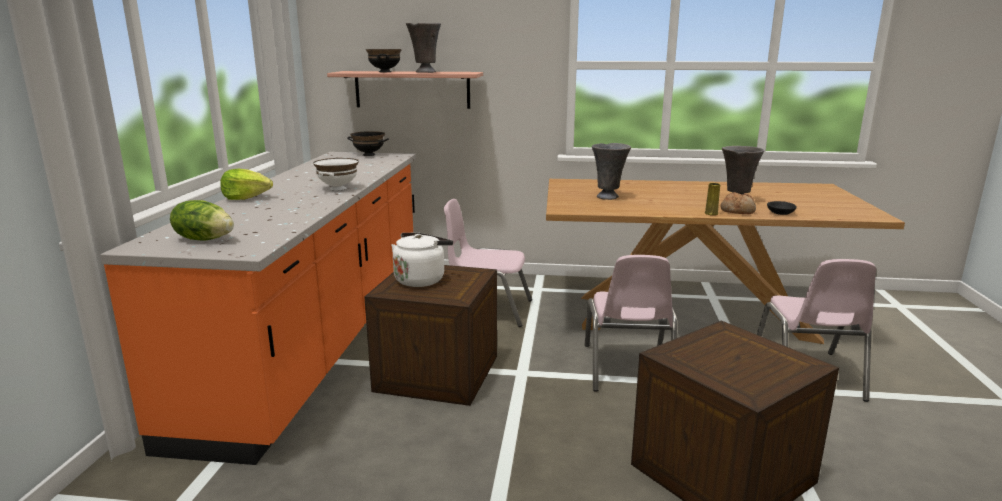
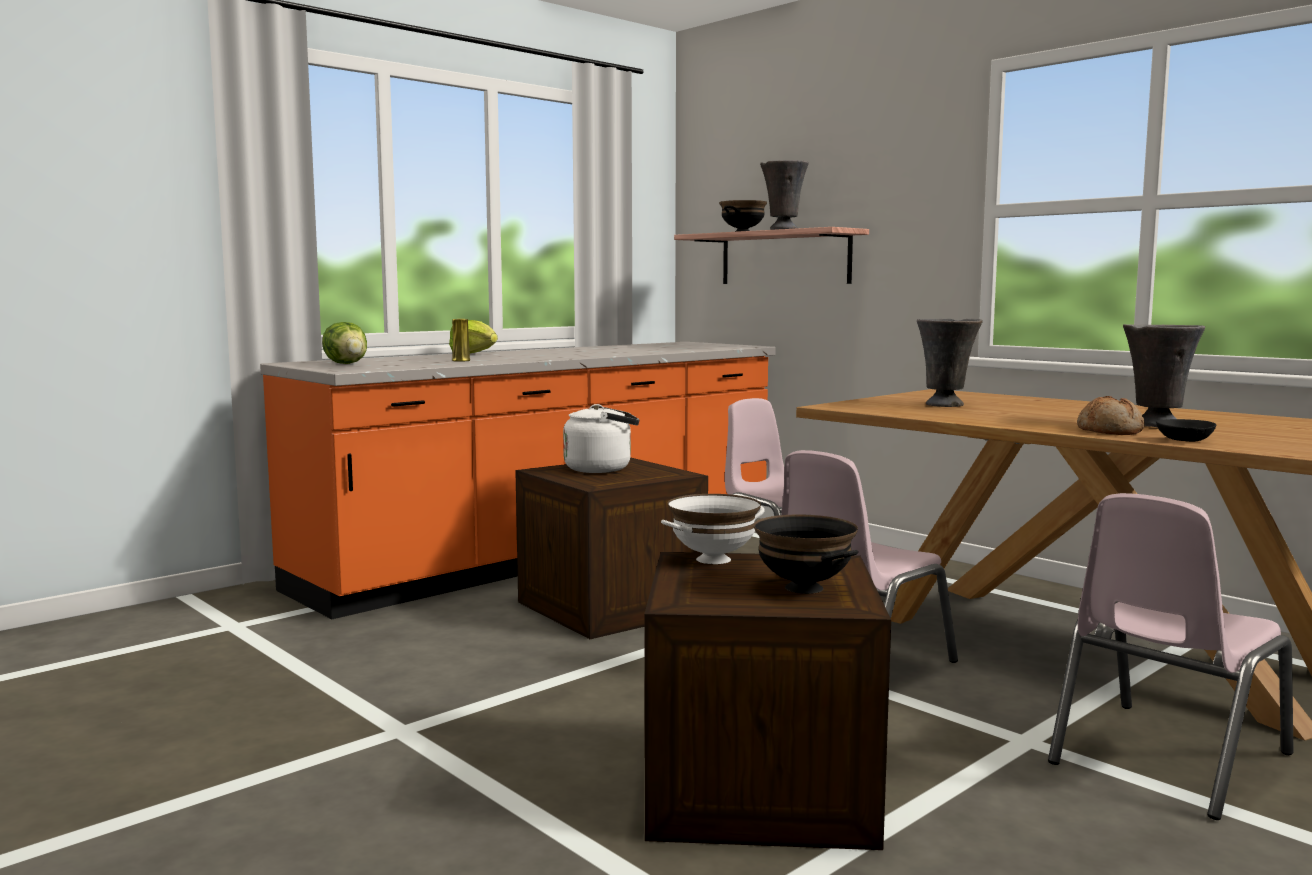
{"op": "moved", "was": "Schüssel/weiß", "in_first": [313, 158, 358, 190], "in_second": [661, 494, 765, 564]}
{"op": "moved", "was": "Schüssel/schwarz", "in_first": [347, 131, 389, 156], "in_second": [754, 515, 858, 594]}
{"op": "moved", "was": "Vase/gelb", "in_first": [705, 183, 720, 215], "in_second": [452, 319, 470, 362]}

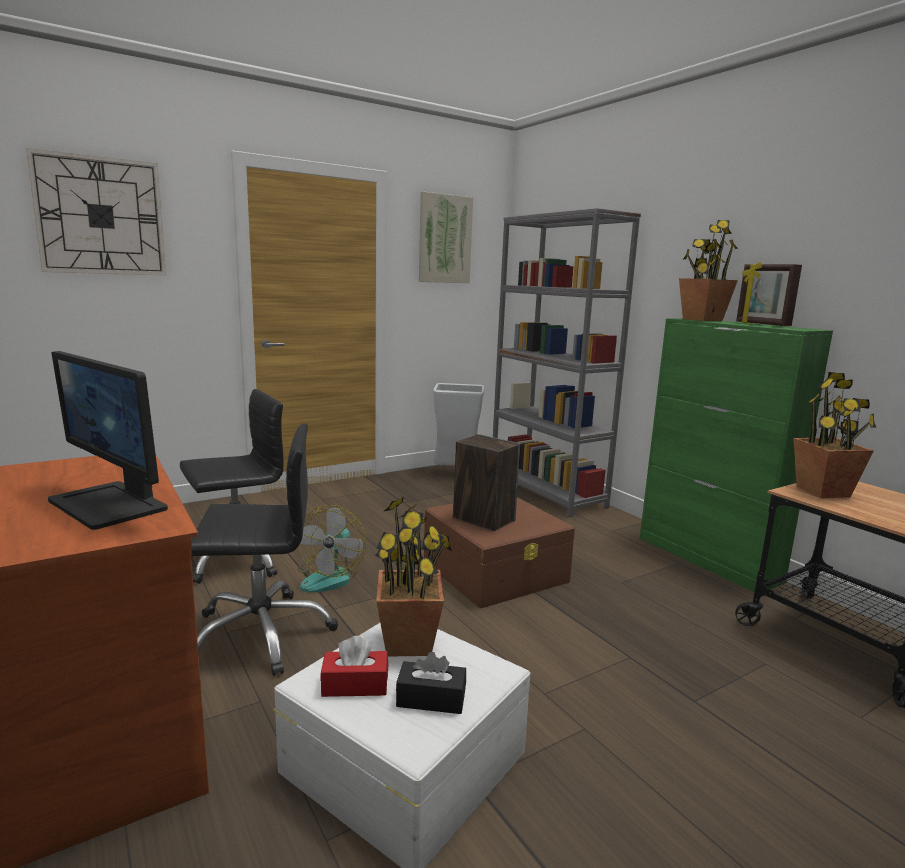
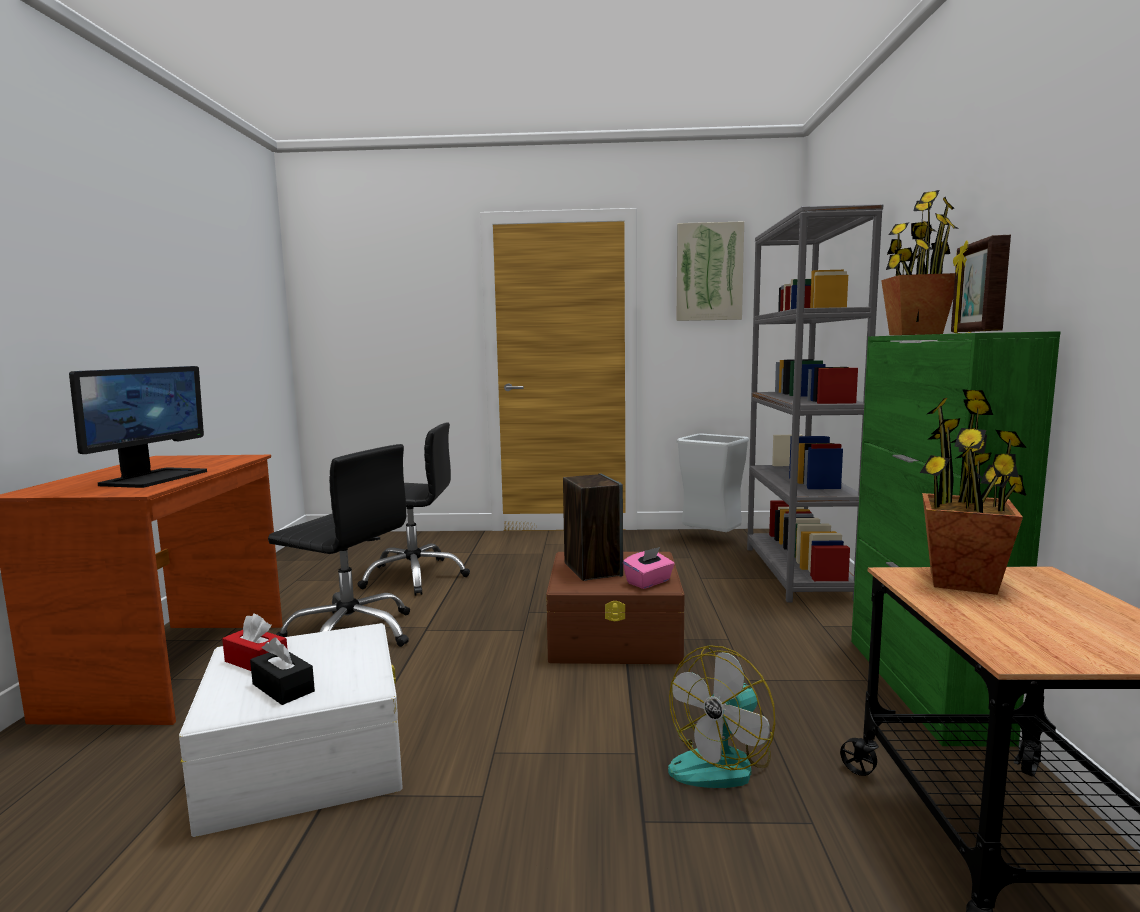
{"op": "removed", "was": "Wanduhr", "in_first": [26, 148, 167, 276]}
{"op": "removed", "was": "Topfpflanze", "in_first": [375, 497, 452, 657]}
{"op": "added", "now": "Taschentuchbox/rosa", "in_second": [623, 547, 675, 589]}
{"op": "moved", "was": "Ventilator", "in_first": [298, 505, 366, 592], "in_second": [668, 645, 775, 788]}
{"op": "turned", "was": "Monitor", "in_first": [48, 351, 168, 530], "in_second": [69, 366, 207, 488], "clockwise": -150}

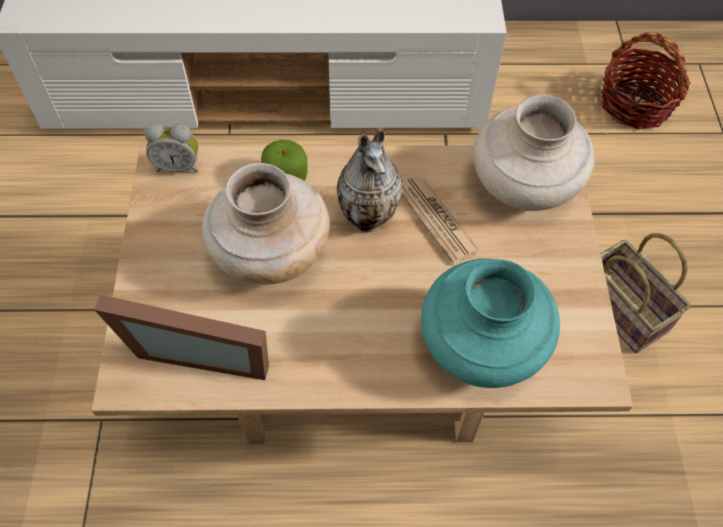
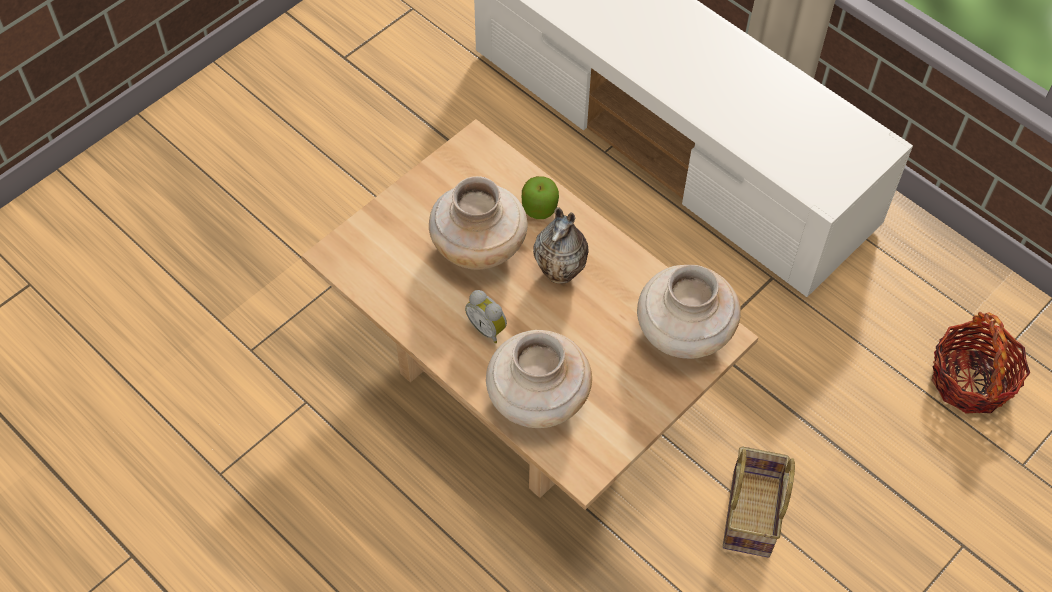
{"op": "removed", "was": "Bilderrahmen", "in_first": [94, 295, 269, 380]}
{"op": "removed", "was": "Zeitung", "in_first": [402, 176, 480, 264]}
{"op": "moved", "was": "Wecker", "in_first": [145, 123, 198, 173], "in_second": [465, 290, 507, 343]}
{"op": "recoloured", "was": "Vase/türkis", "now": "Vase/beige", "in_first": [421, 258, 560, 388], "in_second": [486, 330, 592, 428]}

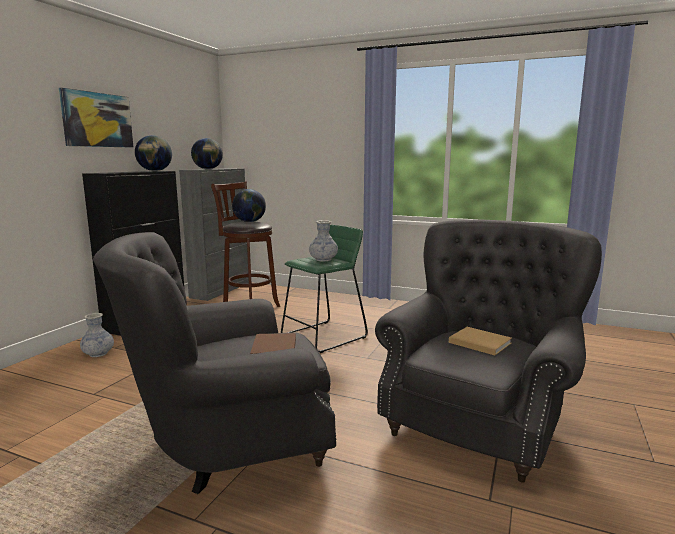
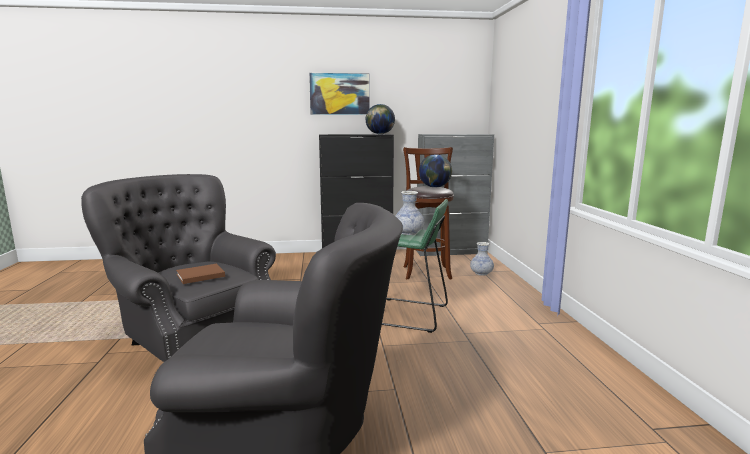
{"op": "removed", "was": "Globus", "in_first": [191, 138, 223, 169]}
{"op": "removed", "was": "Buch/beige", "in_first": [449, 327, 512, 355]}
{"op": "moved", "was": "Vase", "in_first": [80, 313, 114, 357], "in_second": [470, 242, 494, 276]}

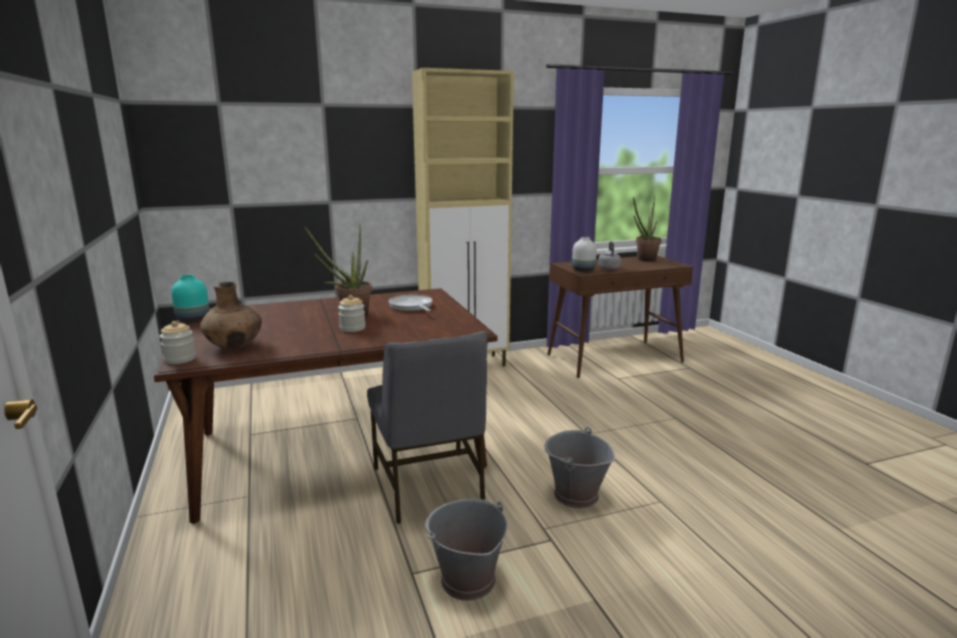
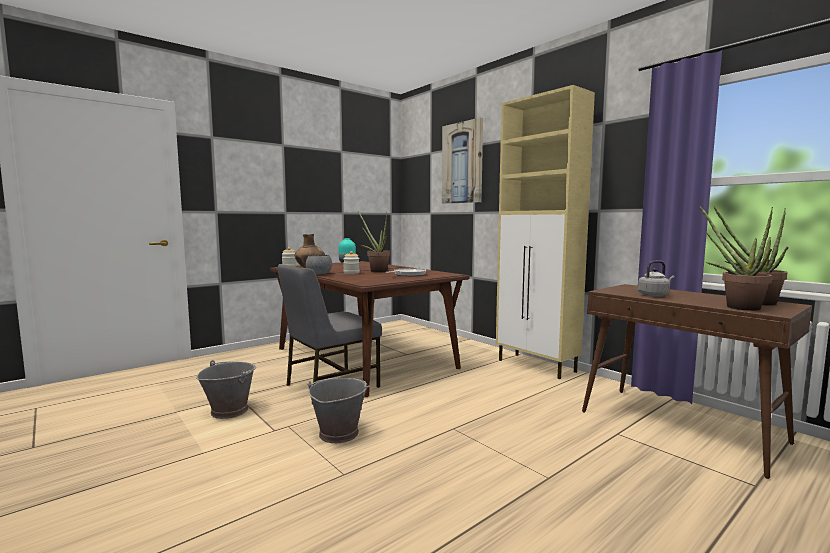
{"op": "removed", "was": "Vase/weiß", "in_first": [572, 237, 597, 272]}
{"op": "added", "now": "Schüssel/grau", "in_second": [305, 255, 332, 275]}
{"op": "added", "now": "Bild", "in_second": [442, 117, 483, 204]}
{"op": "added", "now": "Topfpflanze", "in_second": [700, 206, 773, 311]}

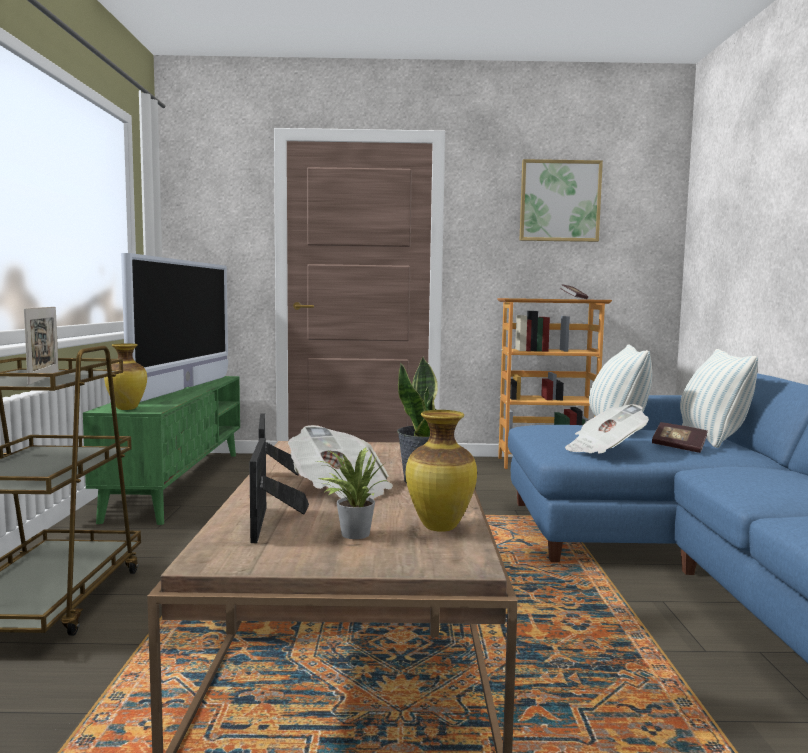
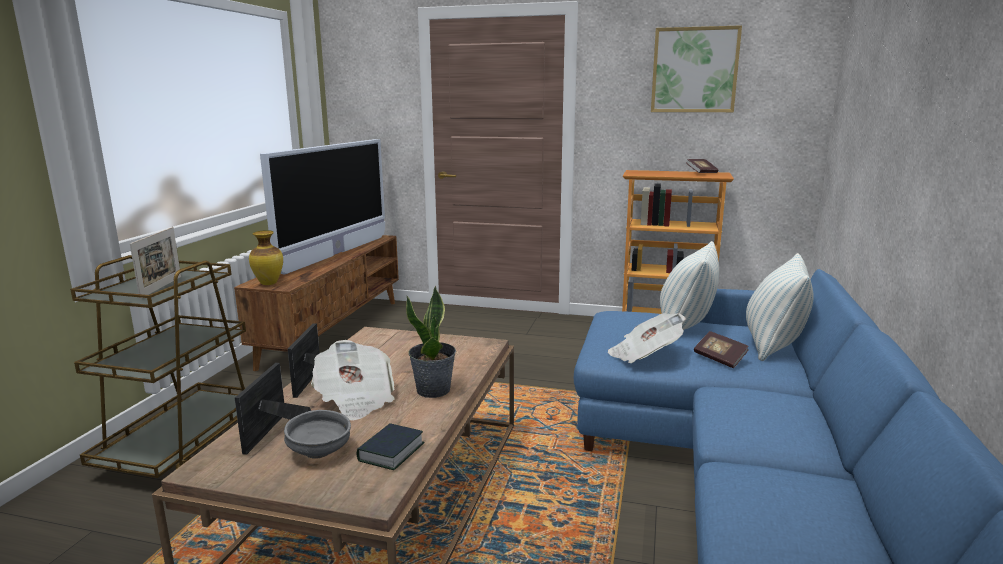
{"op": "replaced", "was": "Topfpflanze", "now": "Schüssel/grau", "in_first": [318, 448, 389, 539], "in_second": [284, 410, 351, 458]}
{"op": "replaced", "was": "Vase", "now": "Buch", "in_first": [406, 410, 477, 532], "in_second": [357, 423, 425, 470]}
{"op": "recoloured", "was": "Fernsehschrank/grün", "now": "Fernsehschrank/braun", "in_first": [83, 376, 240, 525], "in_second": [234, 235, 399, 371]}

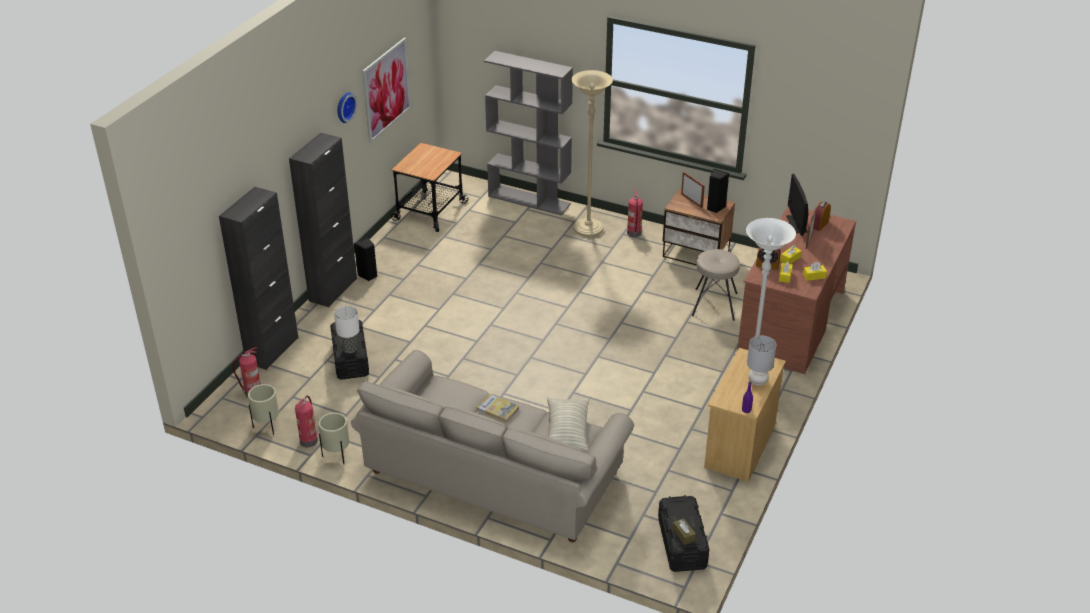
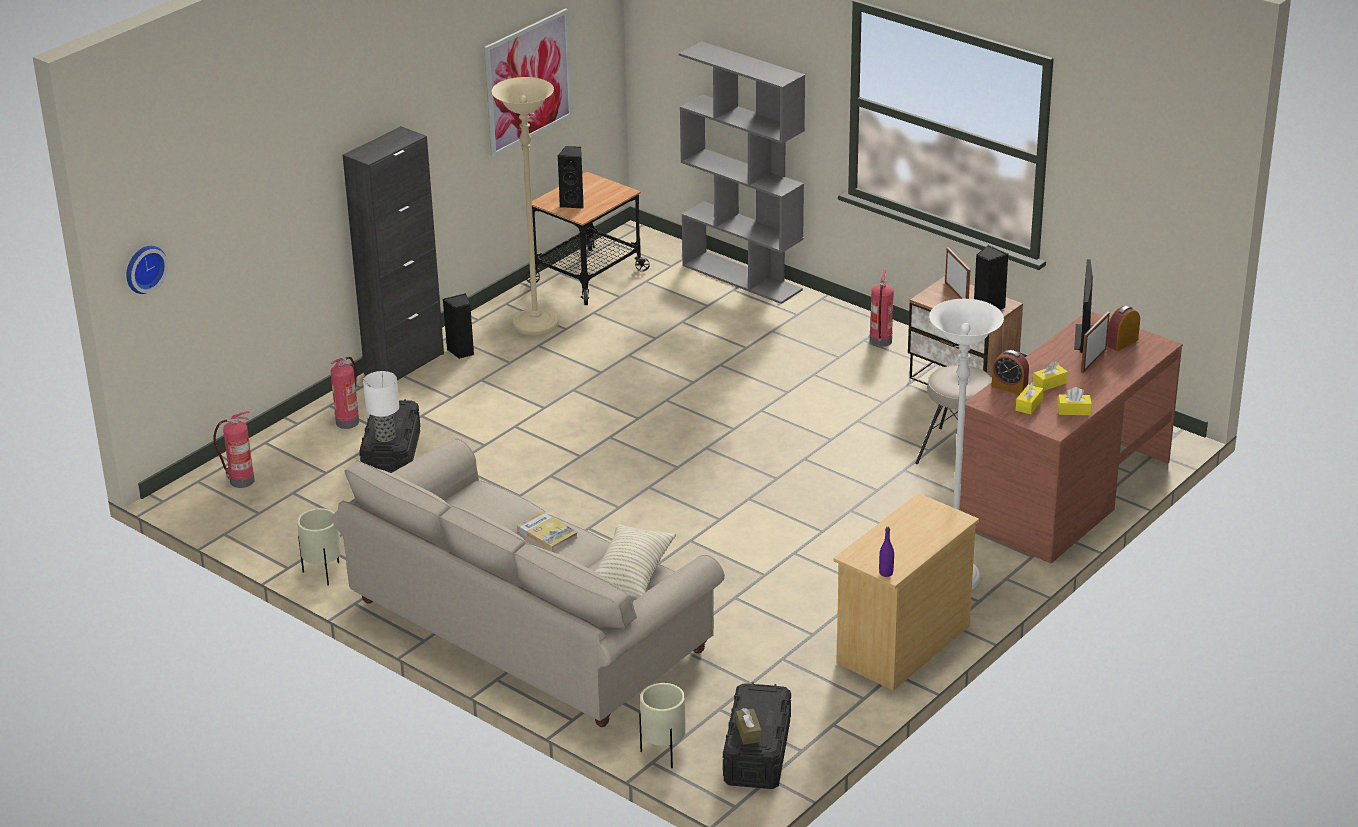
{"op": "removed", "was": "Schrank/schwarz", "in_first": [219, 187, 298, 370]}
{"op": "removed", "was": "Tischlampe/grau", "in_first": [747, 335, 776, 386]}
{"op": "added", "now": "Lautsprecher/schwarz", "in_second": [558, 146, 584, 208]}
{"op": "moved", "was": "Pflanzkübel/beige", "in_first": [248, 384, 279, 435], "in_second": [639, 683, 686, 768]}
{"op": "moved", "was": "Feuerlöscher", "in_first": [295, 395, 318, 447], "in_second": [330, 357, 359, 429]}
{"op": "moved", "was": "Wanduhr", "in_first": [337, 92, 357, 123], "in_second": [126, 246, 168, 294]}
{"op": "moved", "was": "Stehlampe/beige", "in_first": [572, 70, 613, 237], "in_second": [492, 77, 558, 336]}

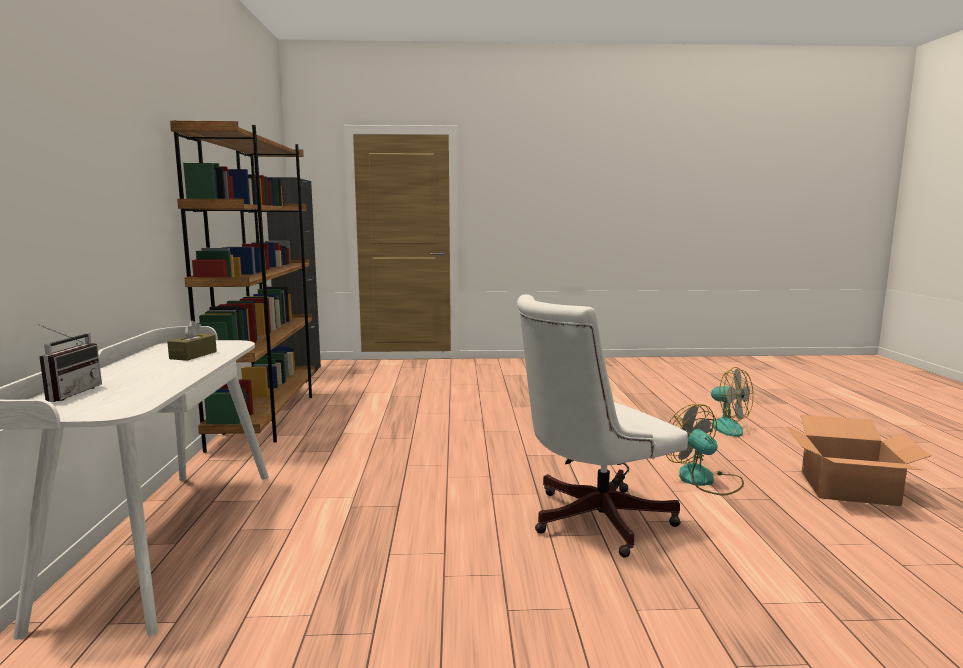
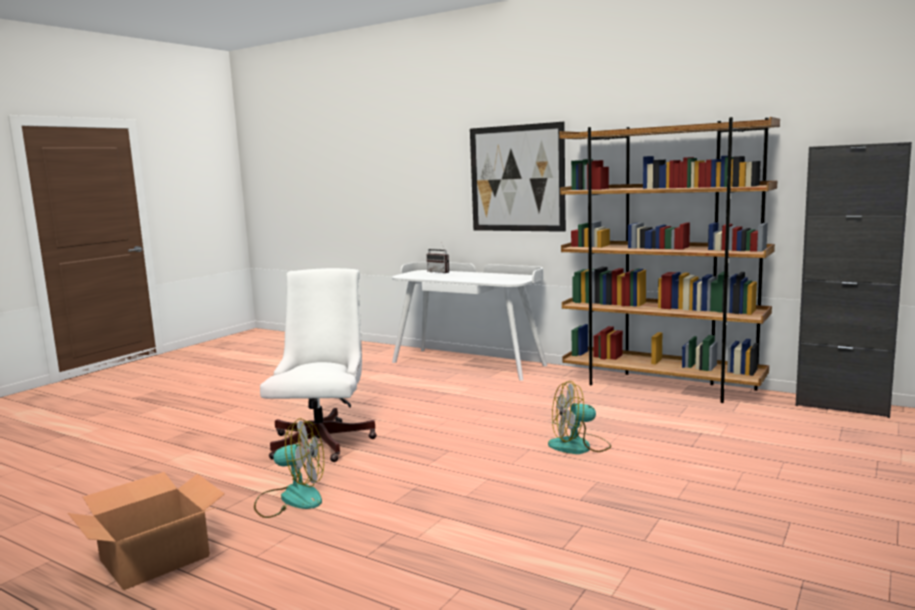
{"op": "removed", "was": "Taschentuchbox/braun", "in_first": [167, 321, 217, 361]}
{"op": "added", "now": "Bild", "in_second": [470, 122, 566, 232]}
{"op": "moved", "was": "Ventilator", "in_first": [696, 367, 753, 437], "in_second": [548, 381, 611, 454]}

